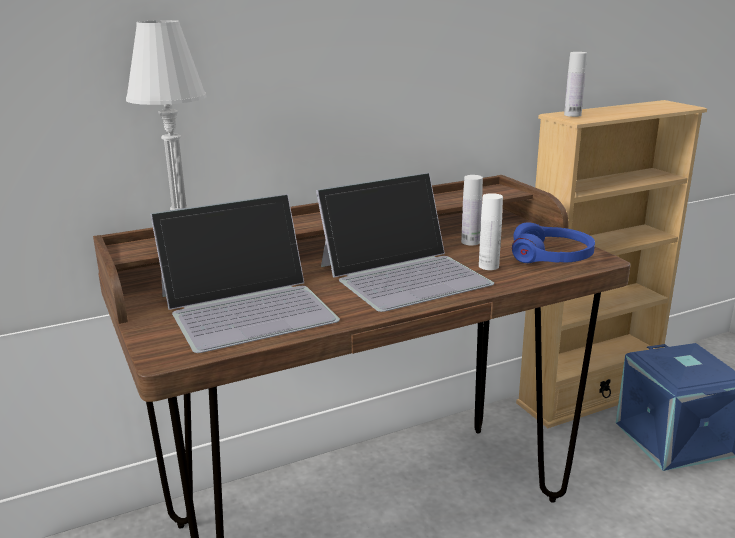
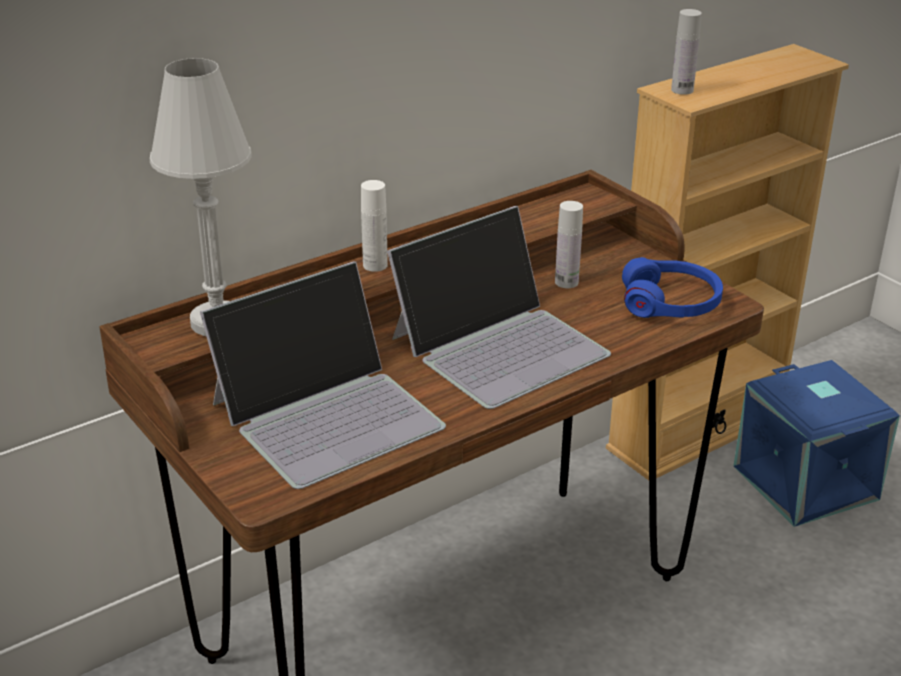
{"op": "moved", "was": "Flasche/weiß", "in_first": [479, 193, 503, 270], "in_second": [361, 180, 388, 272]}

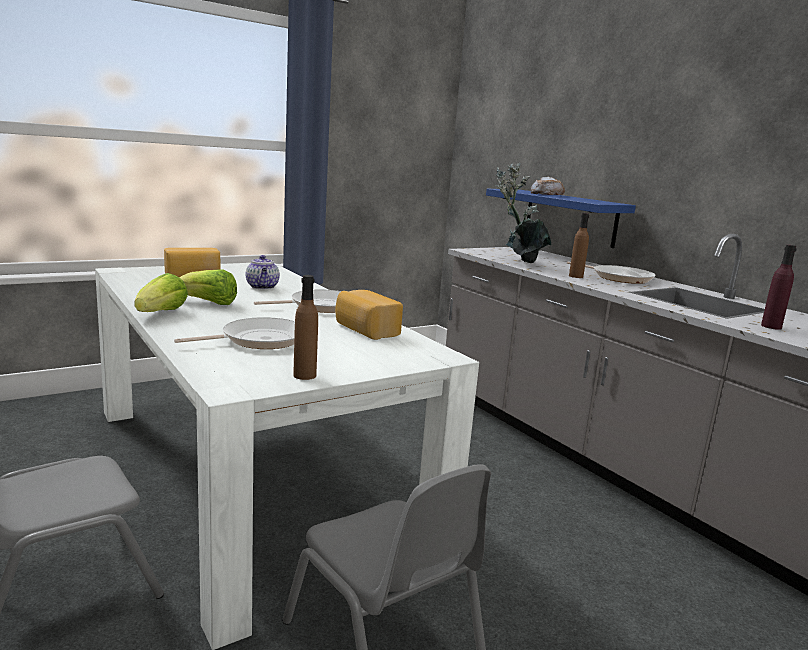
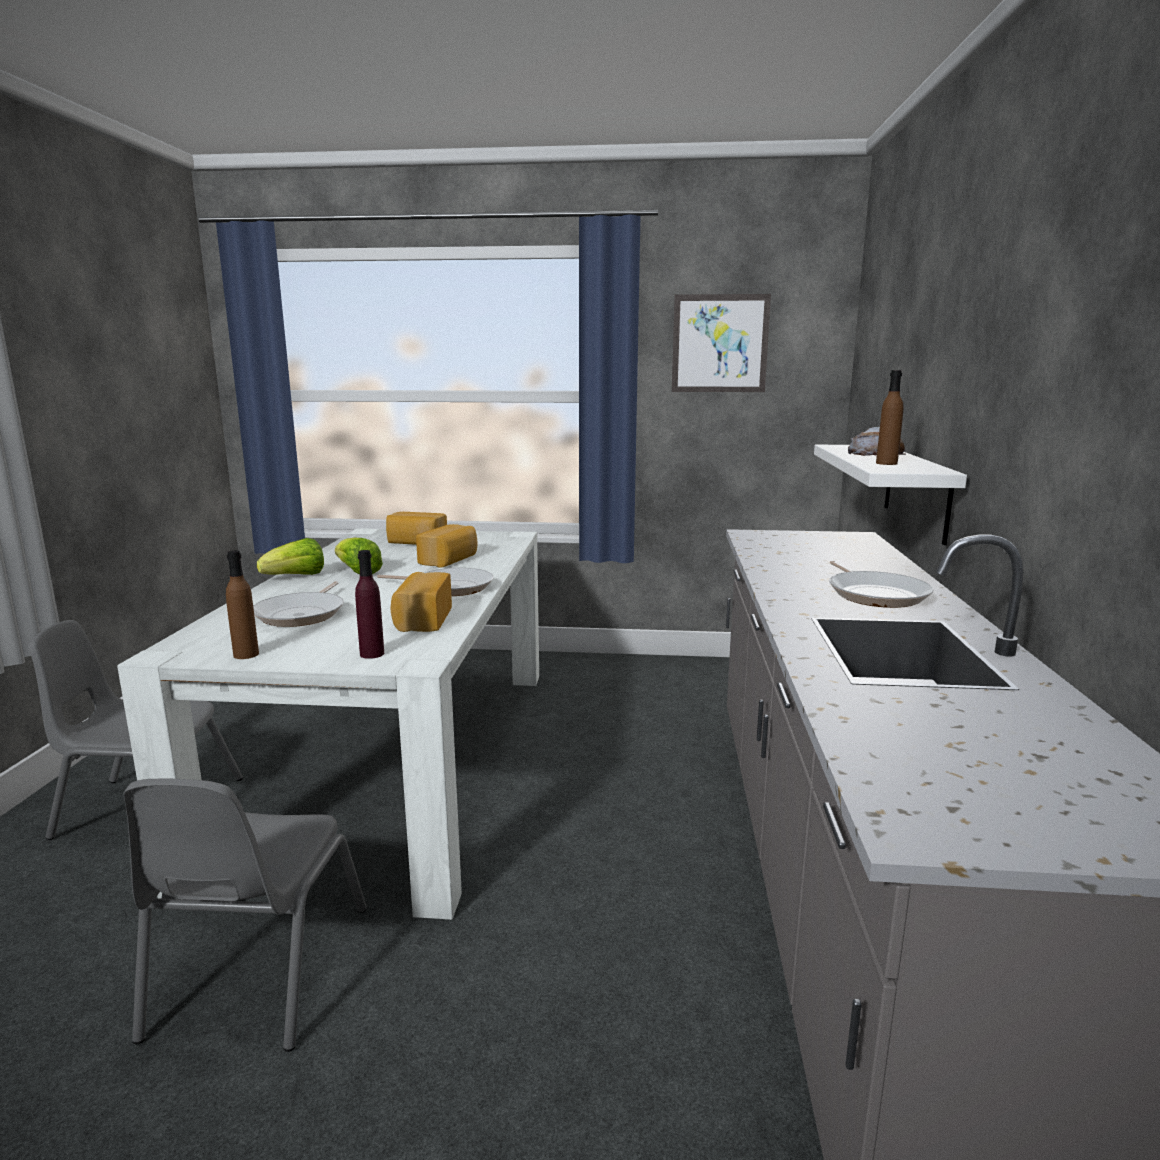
{"op": "removed", "was": "Topfpflanze", "in_first": [496, 163, 551, 263]}
{"op": "added", "now": "Bild", "in_second": [672, 294, 771, 392]}
{"op": "moved", "was": "Flasche/braun", "in_first": [569, 213, 589, 278], "in_second": [876, 370, 903, 465]}
{"op": "moved", "was": "Flasche/lila", "in_first": [761, 245, 797, 330], "in_second": [355, 550, 384, 659]}
{"op": "replaced", "was": "Teekanne", "now": "Brot", "in_first": [246, 255, 280, 290], "in_second": [416, 524, 478, 568]}
{"op": "recoloured", "was": "Wandregal/blau", "now": "Wandregal/weiß", "in_first": [486, 189, 636, 248], "in_second": [814, 445, 967, 545]}
{"op": "turned", "was": "Pfanne", "in_first": [174, 317, 295, 349], "in_second": [253, 581, 344, 627], "clockwise": 90}

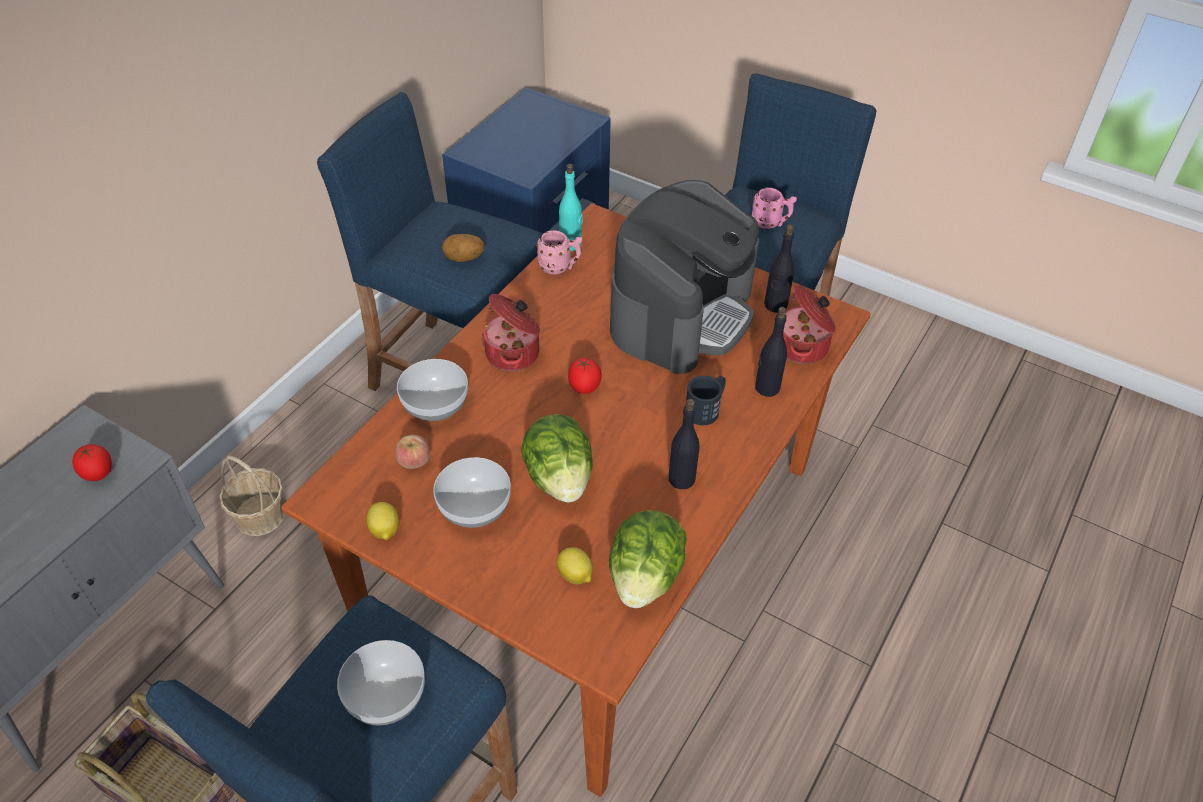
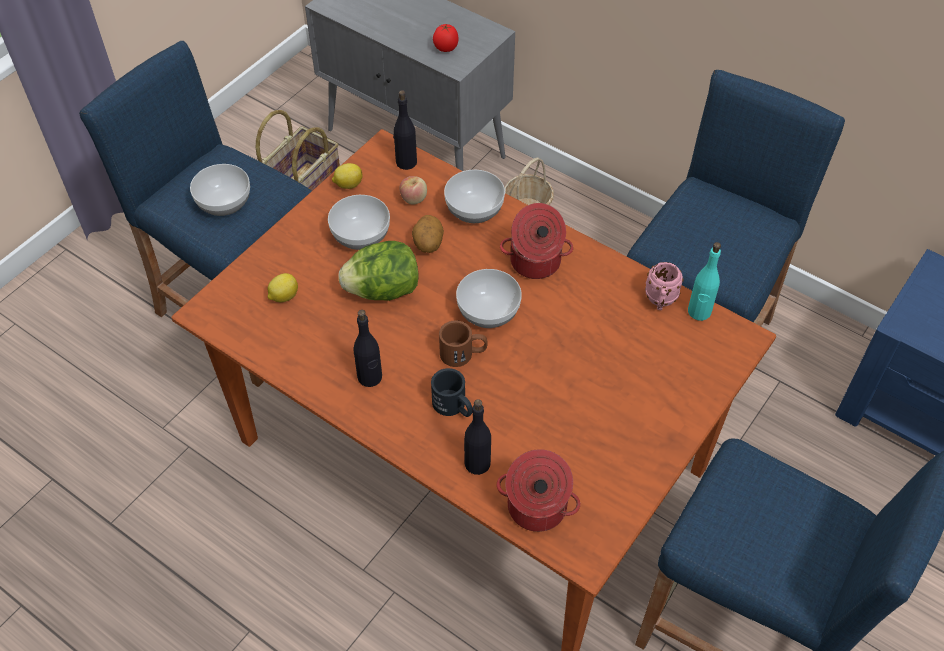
{"op": "removed", "was": "Salatkopf", "in_first": [609, 510, 687, 608]}
{"op": "removed", "was": "Kaffeemaschine", "in_first": [610, 180, 759, 374]}
{"op": "removed", "was": "Henkelbecher/rosa", "in_first": [751, 188, 797, 229]}
{"op": "added", "now": "Henkelbecher/braun", "in_second": [439, 320, 488, 367]}
{"op": "moved", "was": "Kartoffel", "in_first": [442, 234, 485, 262], "in_second": [412, 215, 444, 253]}
{"op": "moved", "was": "Flasche/schwarz", "in_first": [764, 224, 794, 313], "in_second": [393, 90, 417, 170]}
{"op": "replaced", "was": "Tomate", "now": "Schüssel", "in_first": [568, 358, 602, 394], "in_second": [456, 269, 522, 328]}

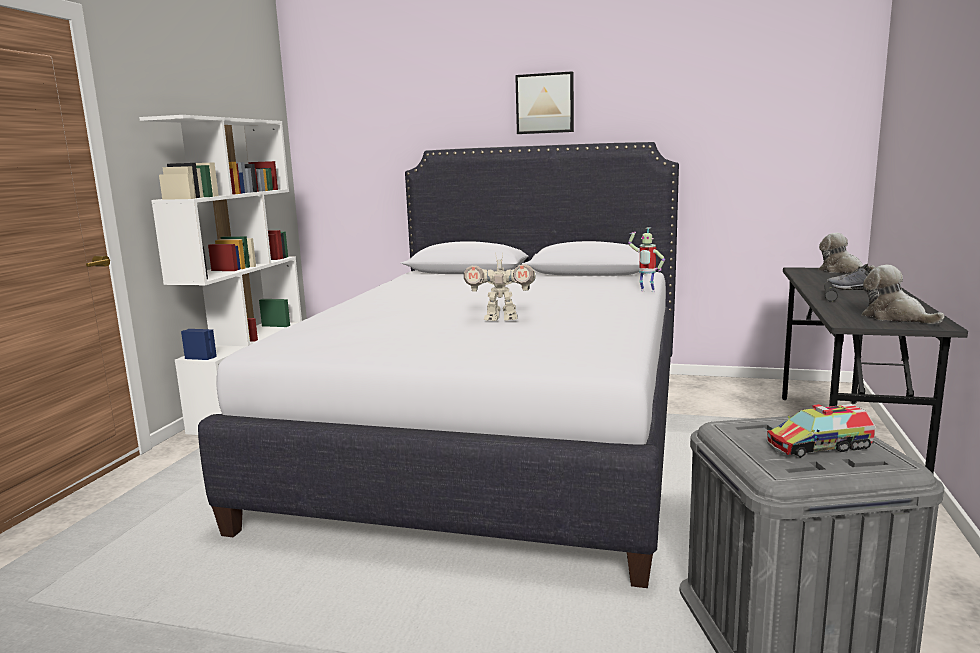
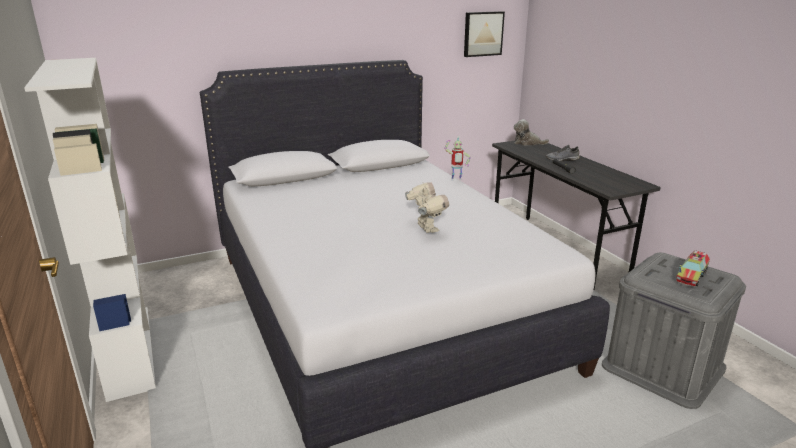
{"op": "removed", "was": "Plüschtier", "in_first": [862, 265, 945, 324]}
{"op": "moved", "was": "Bild", "in_first": [515, 71, 574, 134], "in_second": [464, 11, 505, 57]}
{"op": "turned", "was": "Spielzeugroboter", "in_first": [464, 253, 536, 321], "in_second": [405, 182, 449, 233], "clockwise": -75}

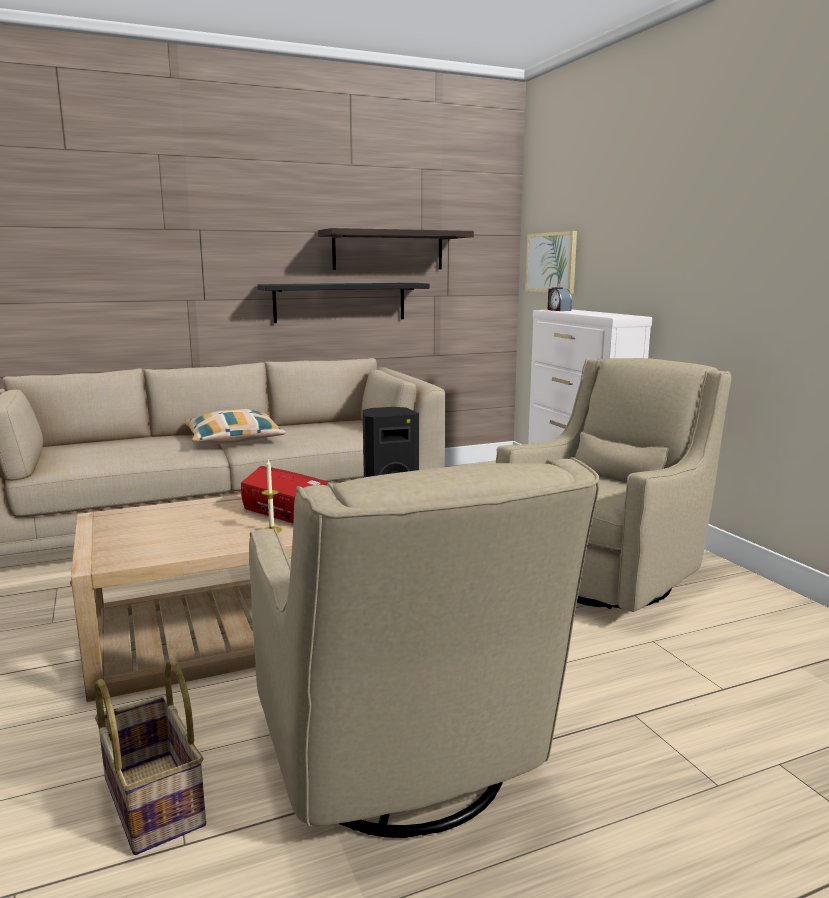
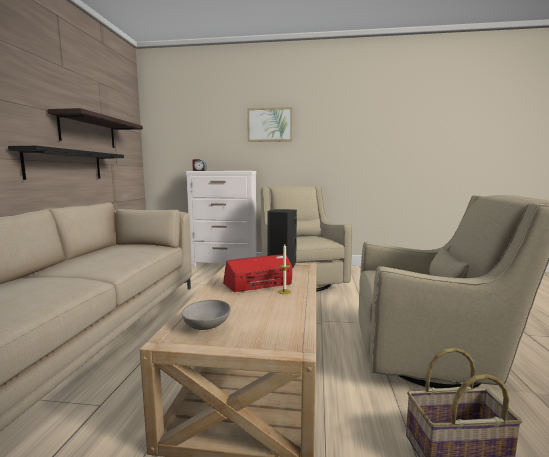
{"op": "removed", "was": "Kissen", "in_first": [185, 409, 286, 444]}
{"op": "added", "now": "Schüssel/grau", "in_second": [181, 300, 231, 330]}
{"op": "moved", "was": "Bild", "in_first": [525, 231, 577, 294], "in_second": [247, 107, 293, 142]}

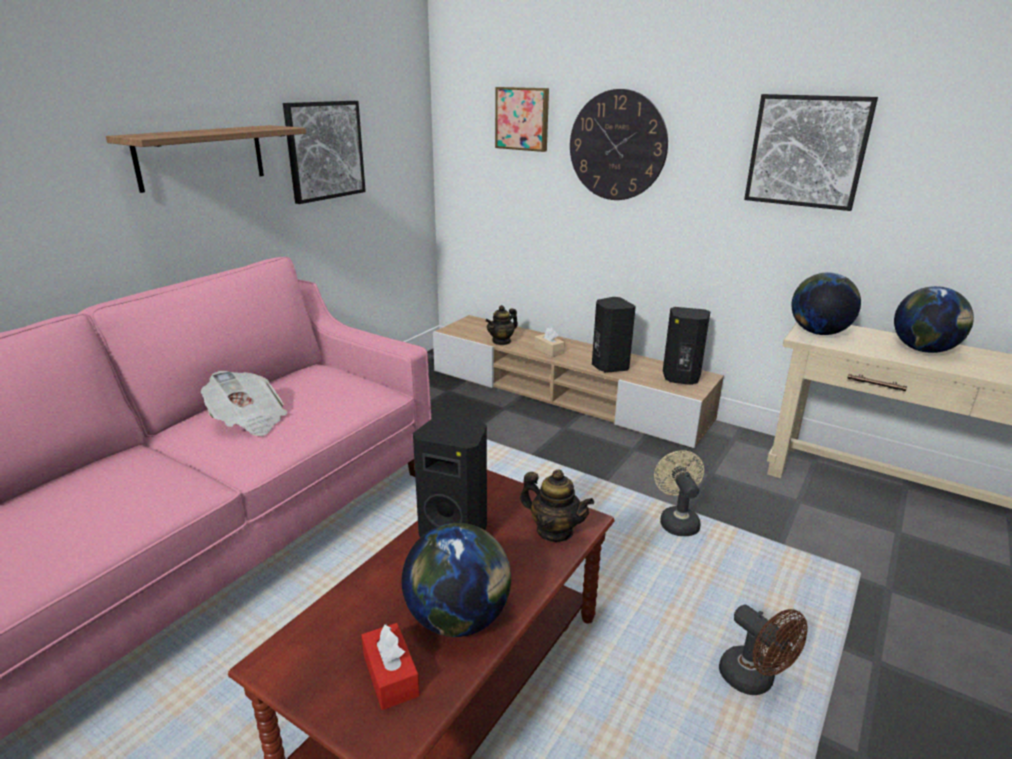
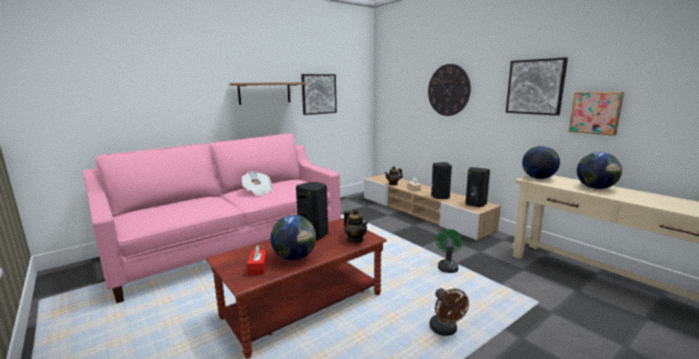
{"op": "moved", "was": "Bild", "in_first": [495, 87, 549, 152], "in_second": [569, 92, 624, 136]}
{"op": "recoloured", "was": "Ventilator/beige", "now": "Ventilator/grün", "in_first": [654, 450, 704, 536], "in_second": [436, 229, 463, 273]}

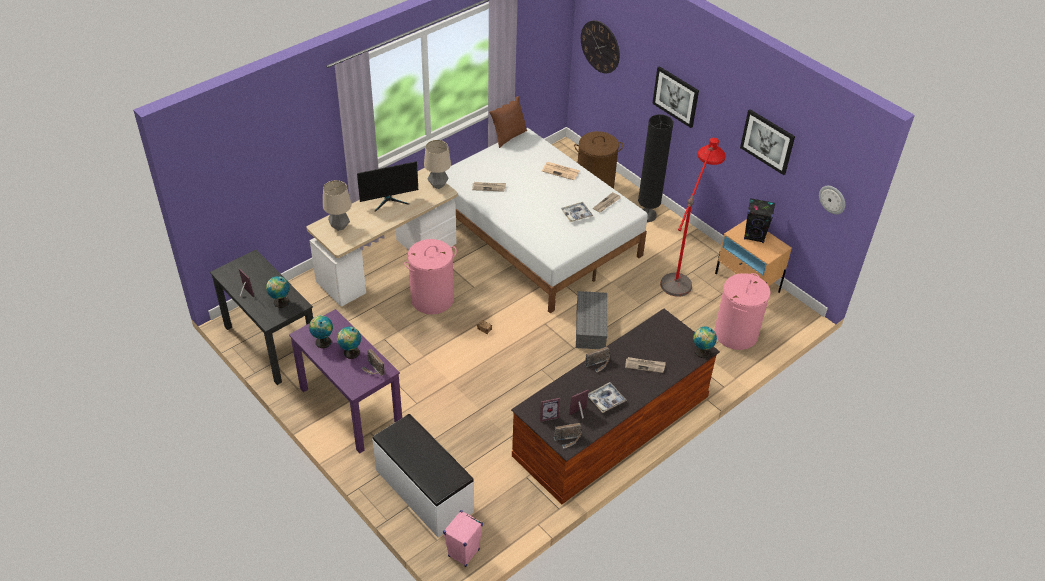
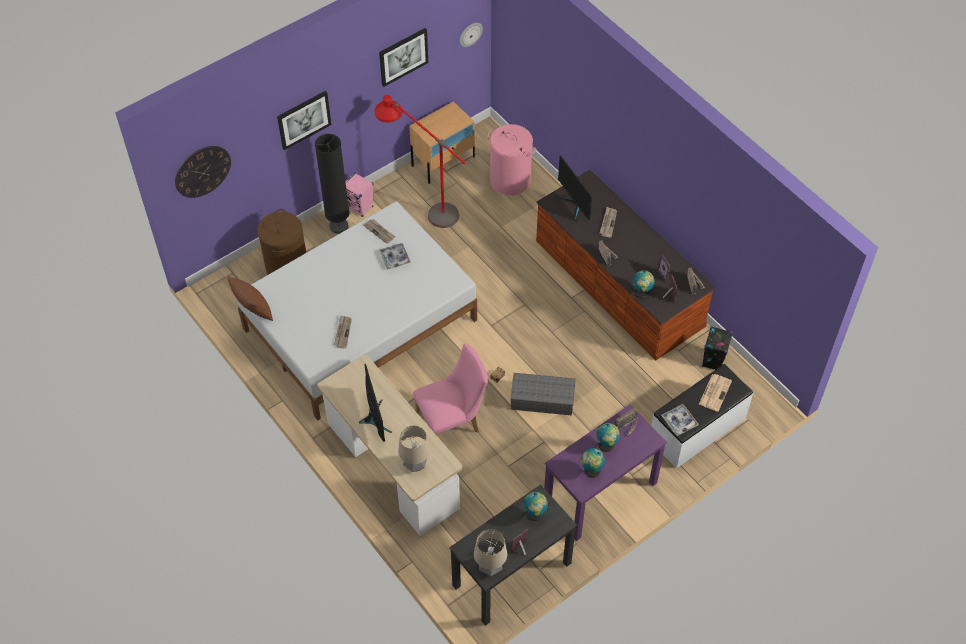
{"op": "added", "now": "Monitor", "in_second": [556, 155, 592, 221]}
{"op": "moved", "was": "Tischlampe", "in_first": [424, 140, 451, 189], "in_second": [474, 529, 507, 576]}
{"op": "moved", "was": "Lautsprecher/rosa", "in_first": [443, 510, 483, 567], "in_second": [346, 173, 374, 217]}
{"op": "moved", "was": "Zeitung", "in_first": [542, 162, 579, 180], "in_second": [698, 374, 732, 412]}
{"op": "moved", "was": "Aufbewahrungsbox/grau", "in_first": [576, 291, 607, 349], "in_second": [510, 373, 576, 415]}
{"op": "moved", "was": "Tablett", "in_first": [588, 382, 627, 413], "in_second": [661, 404, 699, 436]}
{"op": "moved", "was": "Globus", "in_first": [693, 326, 717, 358], "in_second": [633, 270, 655, 299]}
{"op": "moved", "was": "Lautsprecher/schwarz", "in_first": [744, 198, 775, 243], "in_second": [702, 326, 733, 370]}
{"op": "replaced", "was": "Wäschekorb/rosa", "now": "Stuhl/rosa", "in_first": [404, 239, 457, 314], "in_second": [413, 343, 488, 437]}

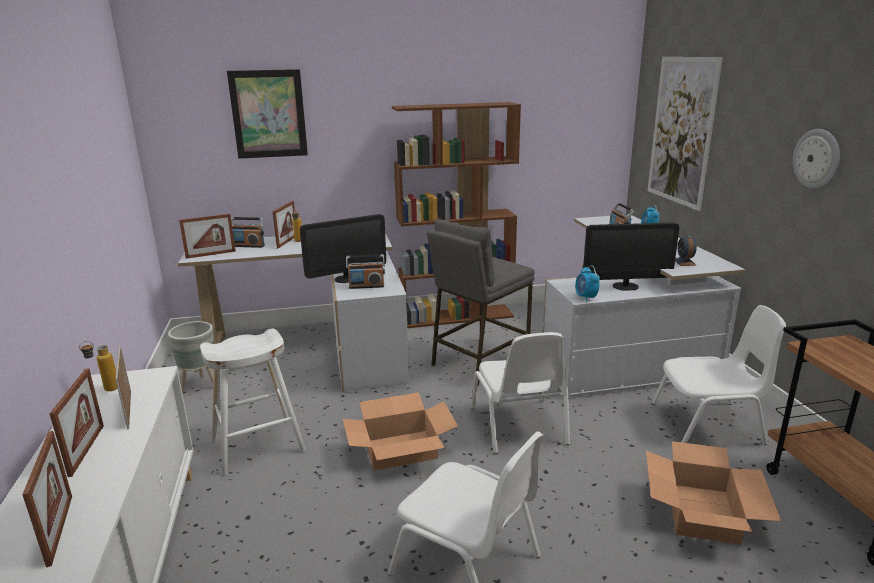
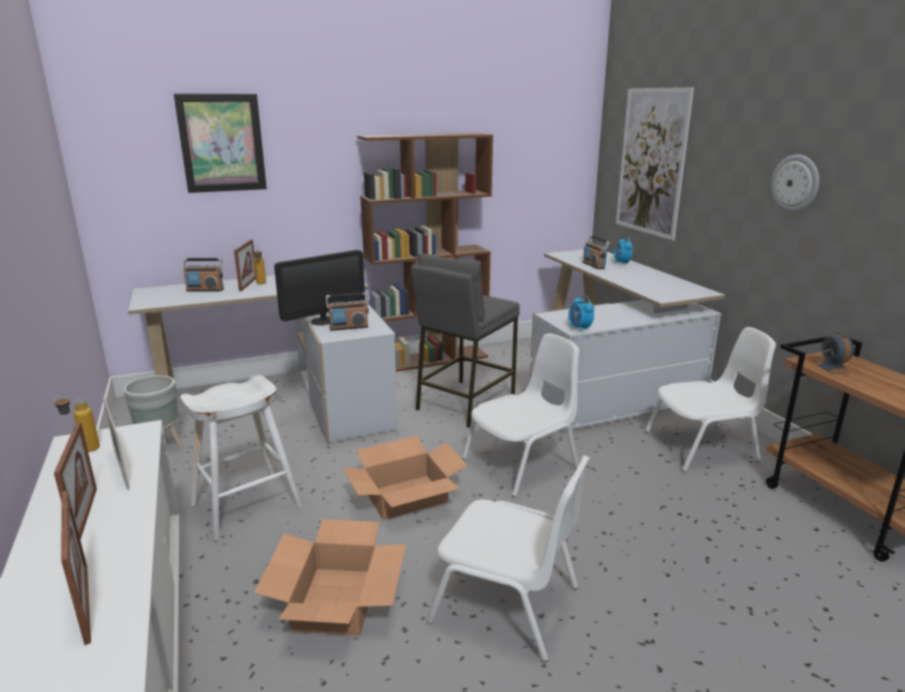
{"op": "removed", "was": "Bilderrahmen", "in_first": [179, 214, 236, 259]}
{"op": "removed", "was": "Monitor", "in_first": [583, 222, 679, 291]}
{"op": "moved", "was": "Karton", "in_first": [646, 441, 781, 545], "in_second": [254, 519, 406, 636]}
{"op": "moved", "was": "Wecker", "in_first": [675, 235, 697, 266], "in_second": [815, 332, 854, 374]}
{"op": "turned", "was": "Stuhl/weiß", "in_first": [471, 332, 570, 454], "in_second": [462, 334, 579, 497], "clockwise": -105}

